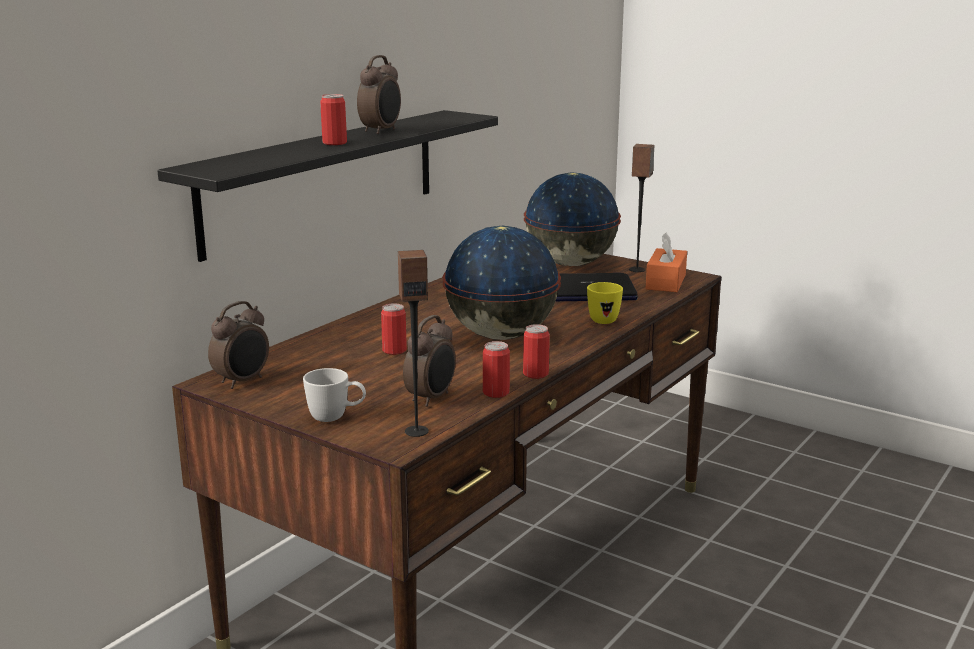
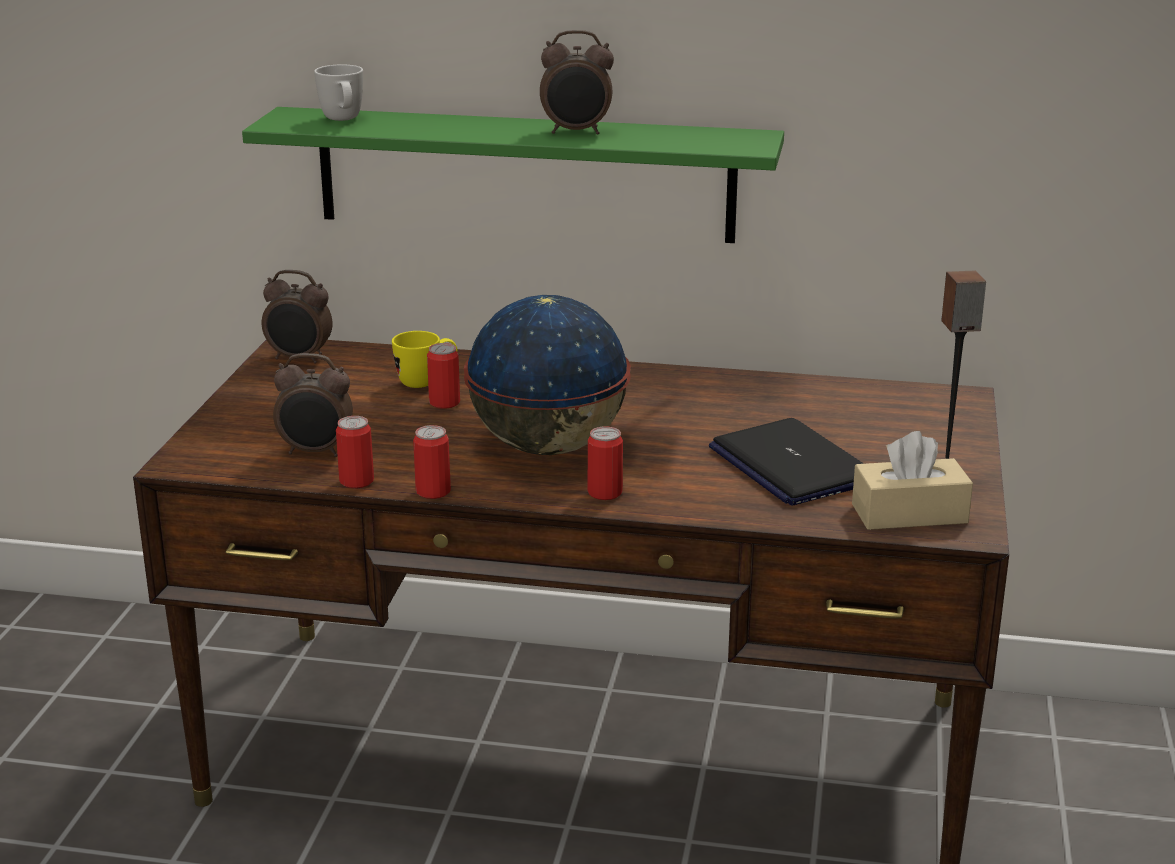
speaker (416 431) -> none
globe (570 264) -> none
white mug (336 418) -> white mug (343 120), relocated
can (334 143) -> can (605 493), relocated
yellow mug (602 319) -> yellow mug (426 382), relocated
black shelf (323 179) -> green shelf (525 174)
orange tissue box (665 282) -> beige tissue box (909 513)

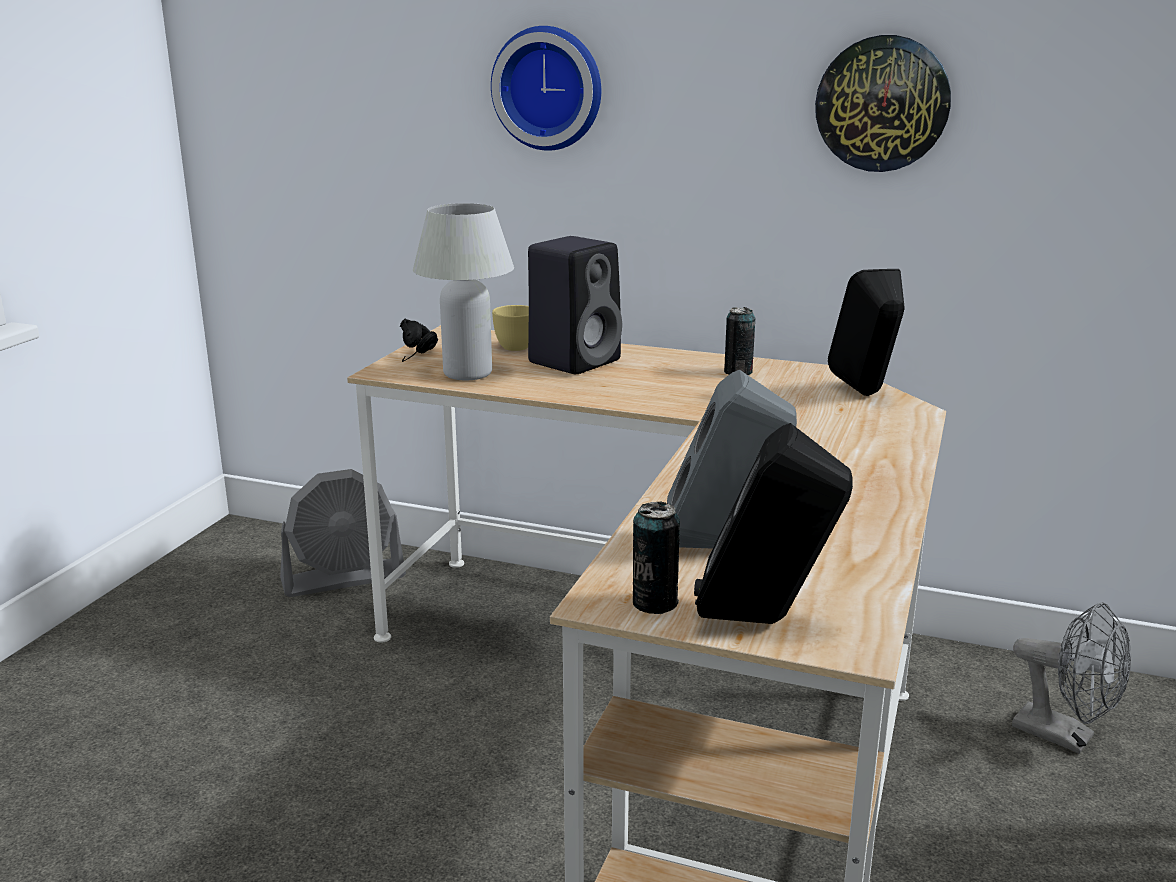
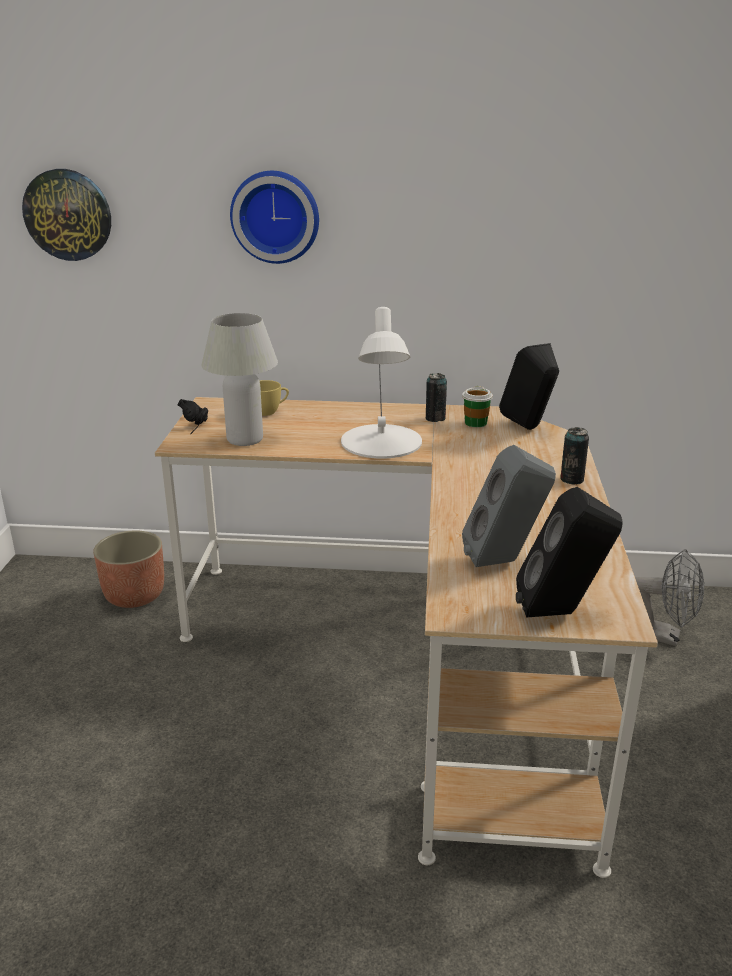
black speaker (576 360) -> none
none -> white table lamp (380 442)
none -> cup (475 423)
can (654 603) -> can (572 479), relocated
wall clock (882 104) -> wall clock (68 215), relocated
grey fan (344 578) -> planter (135 595)

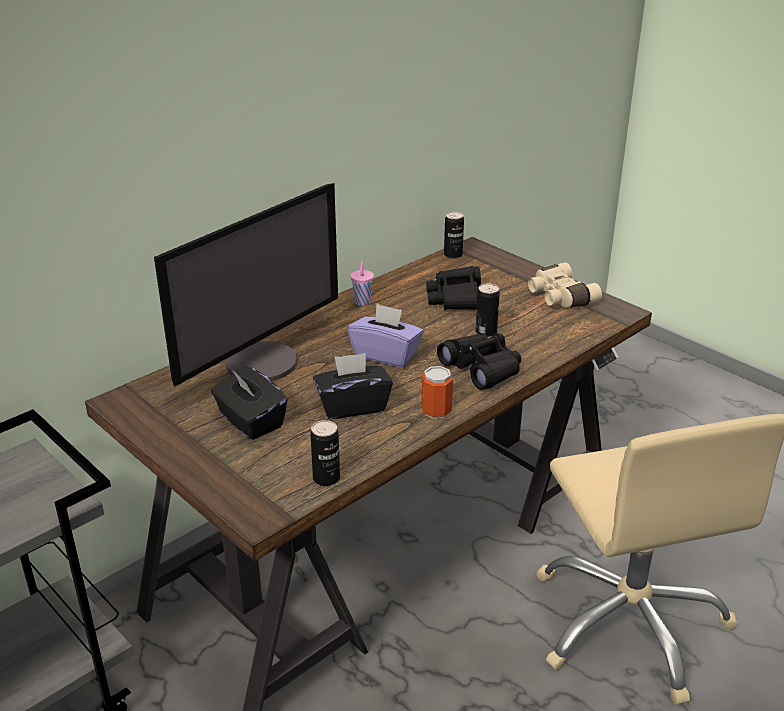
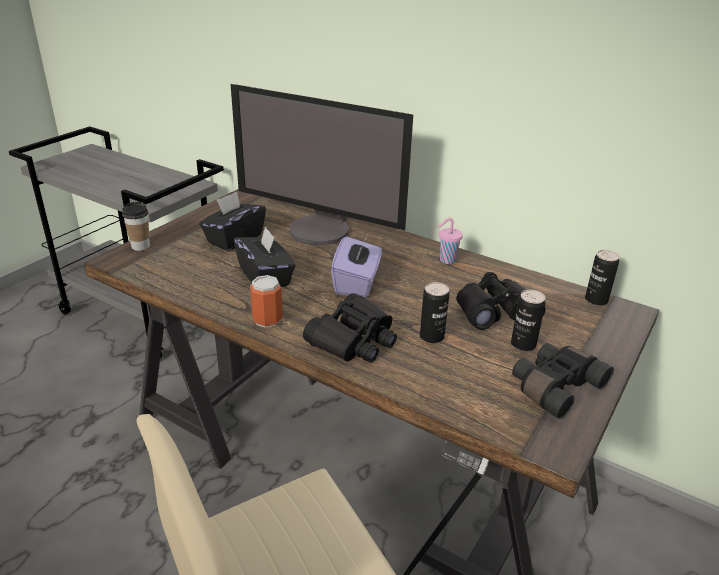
none -> cup (140 246)
can (326 478) -> can (523 344), relocated
beige binoculars (559 297) -> black binoculars (554 387)

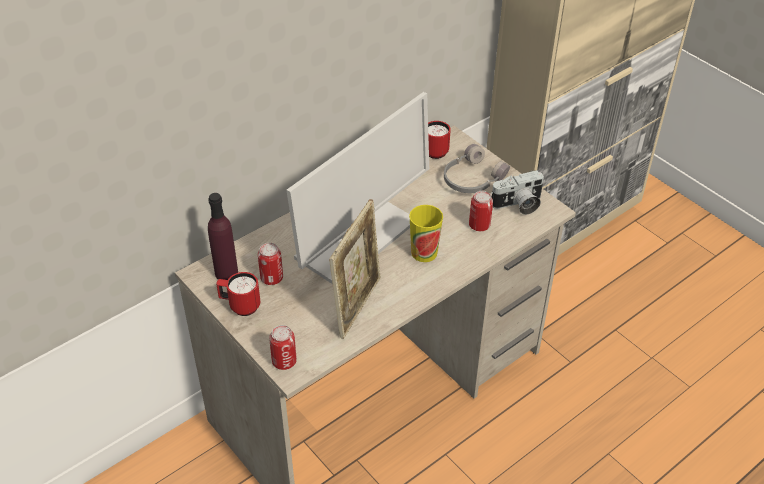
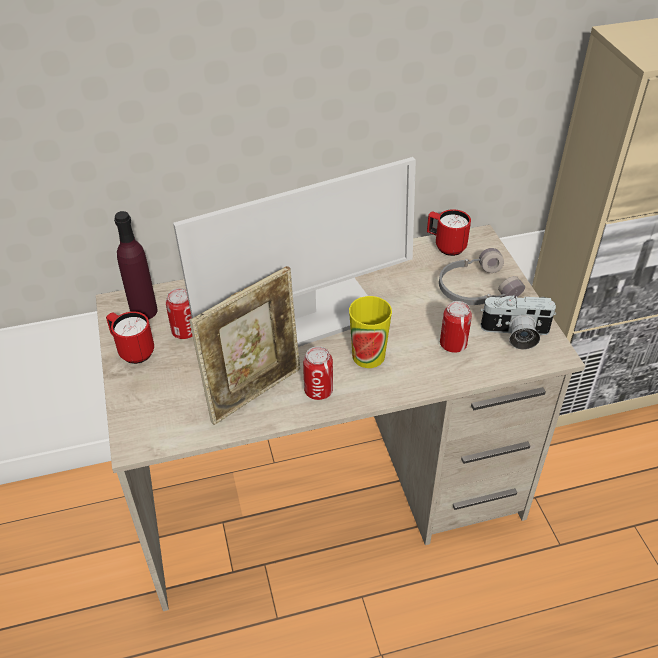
can (284 361) -> can (318 391), relocated

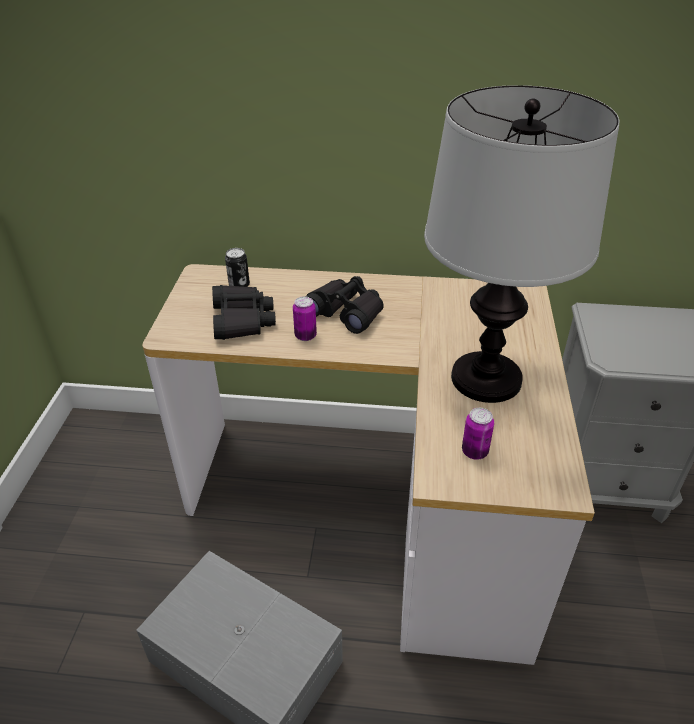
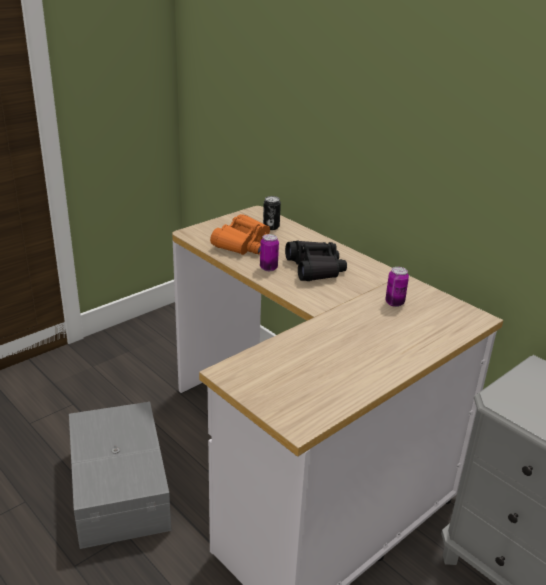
table lamp (485 379) -> none
can (474 452) -> can (394 303), relocated
black binoculars (242 320) -> orange binoculars (244 244)

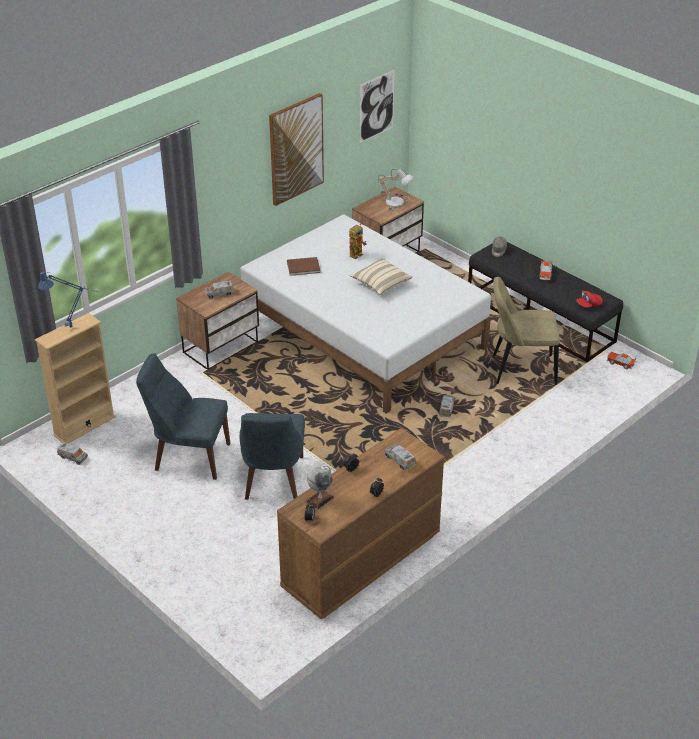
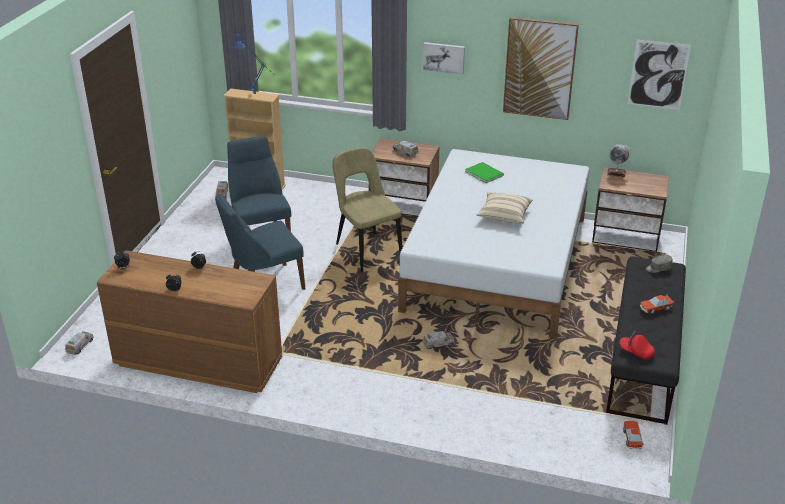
toy robot (357 253) -> none
table lamp (396 201) -> none
none -> picture (444 57)
globe (320 499) -> globe (616 173), relocated
toy truck (400 460) -> toy truck (80 346), relocated
beige chair (520 370) -> beige chair (367 250), relocated
brown book (302 267) -> green book (484 173)

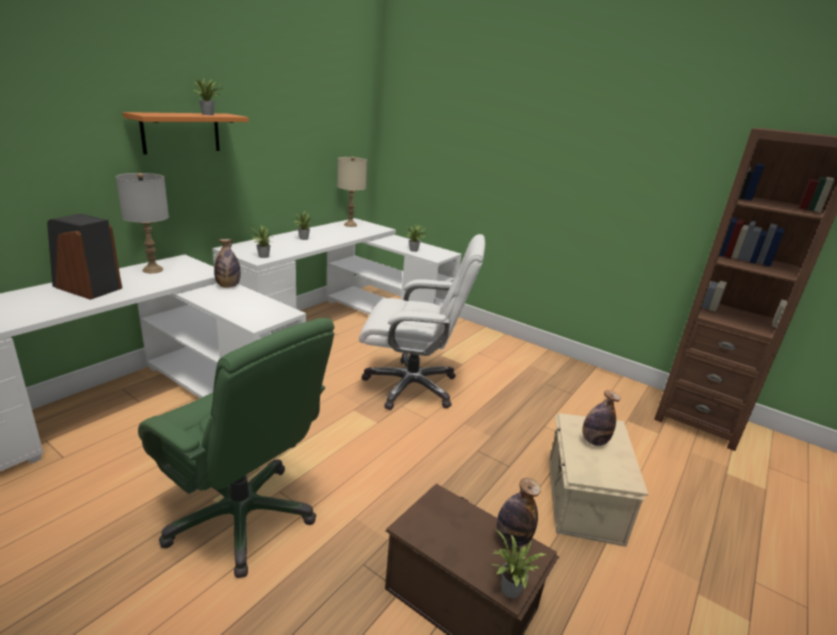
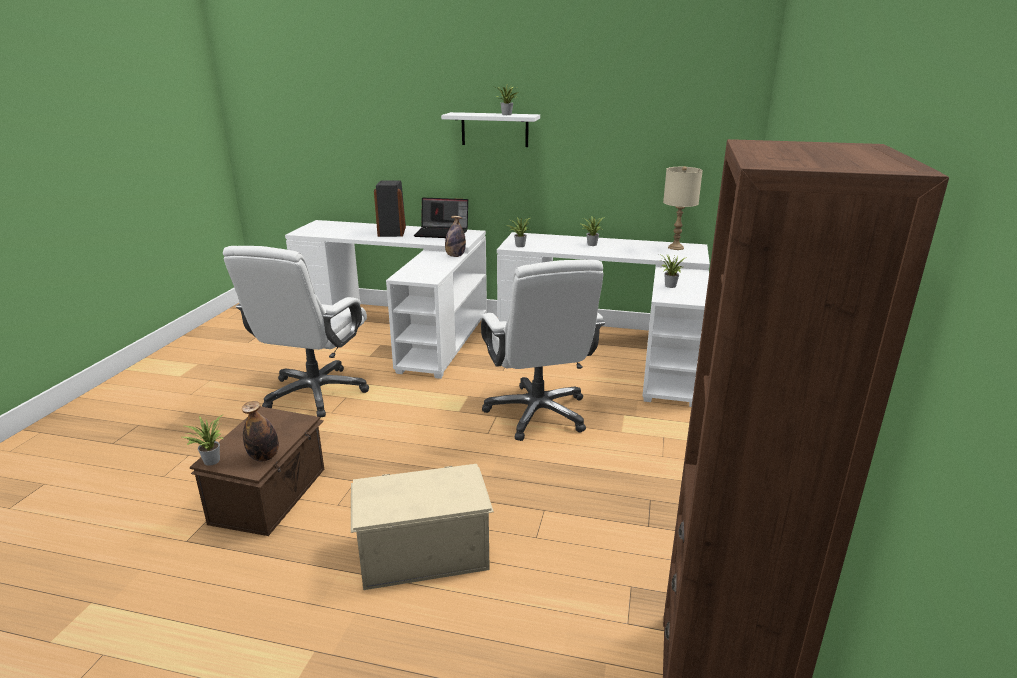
bottle (594 441) -> none
grey table lamp (153 270) -> laptop (442 233)
orange shelf (181 132) -> white shelf (494 129)
green office chair (242 516) -> white office chair (315 393)

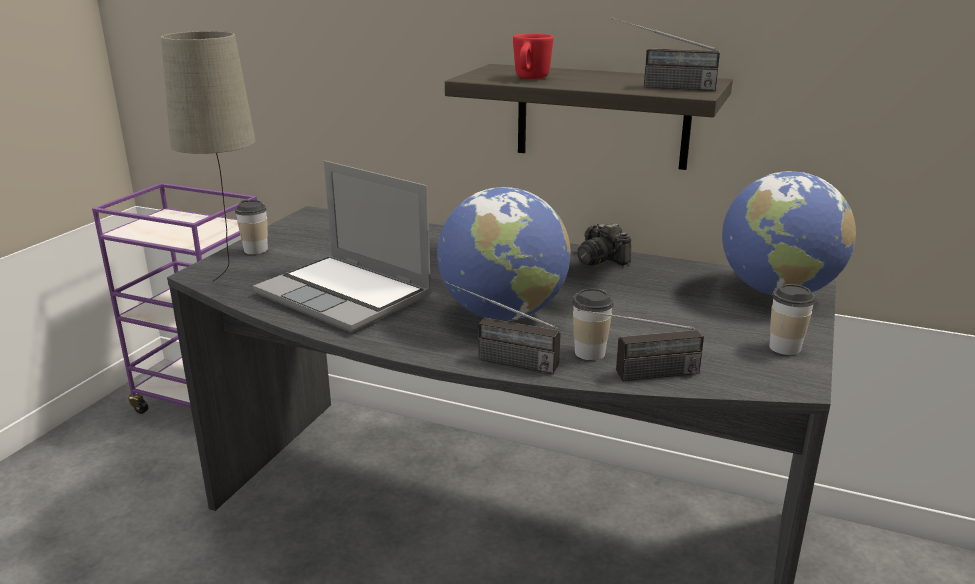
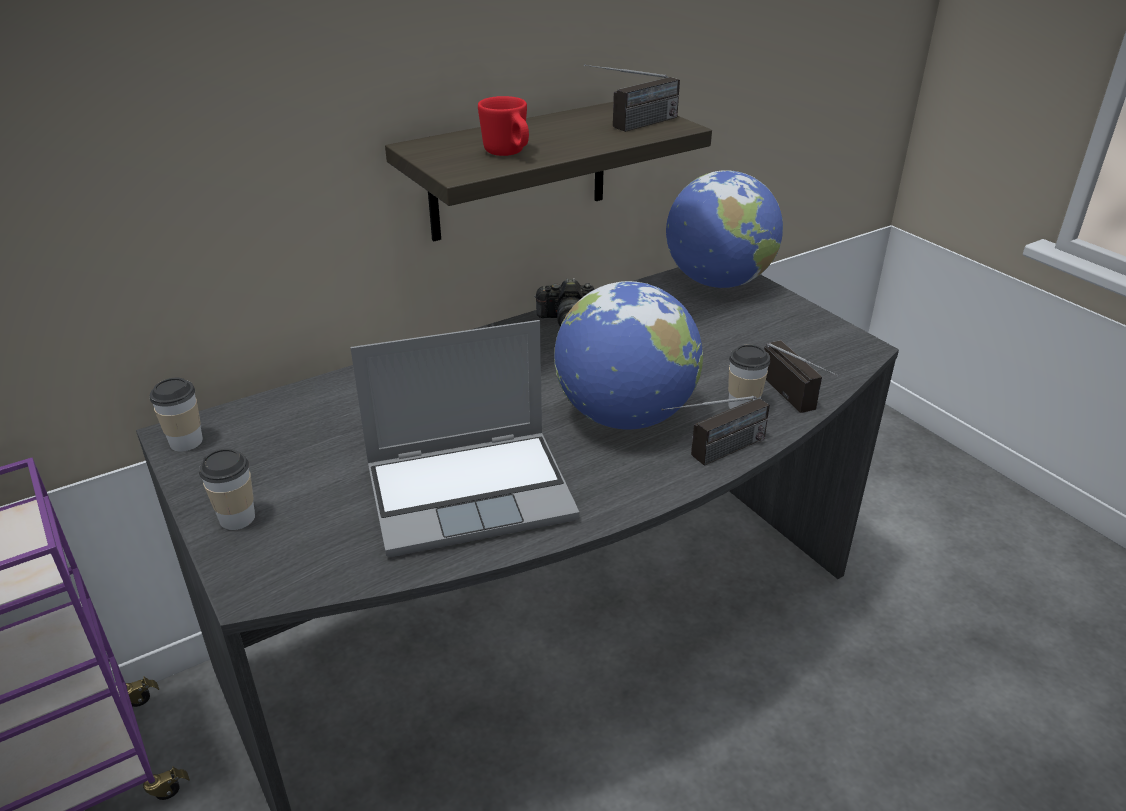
beige table lamp (233 278) -> none
cup (785 347) -> cup (186 441), relocated
radio (637 375) -> radio (800 402), 45 degrees counterclockwise

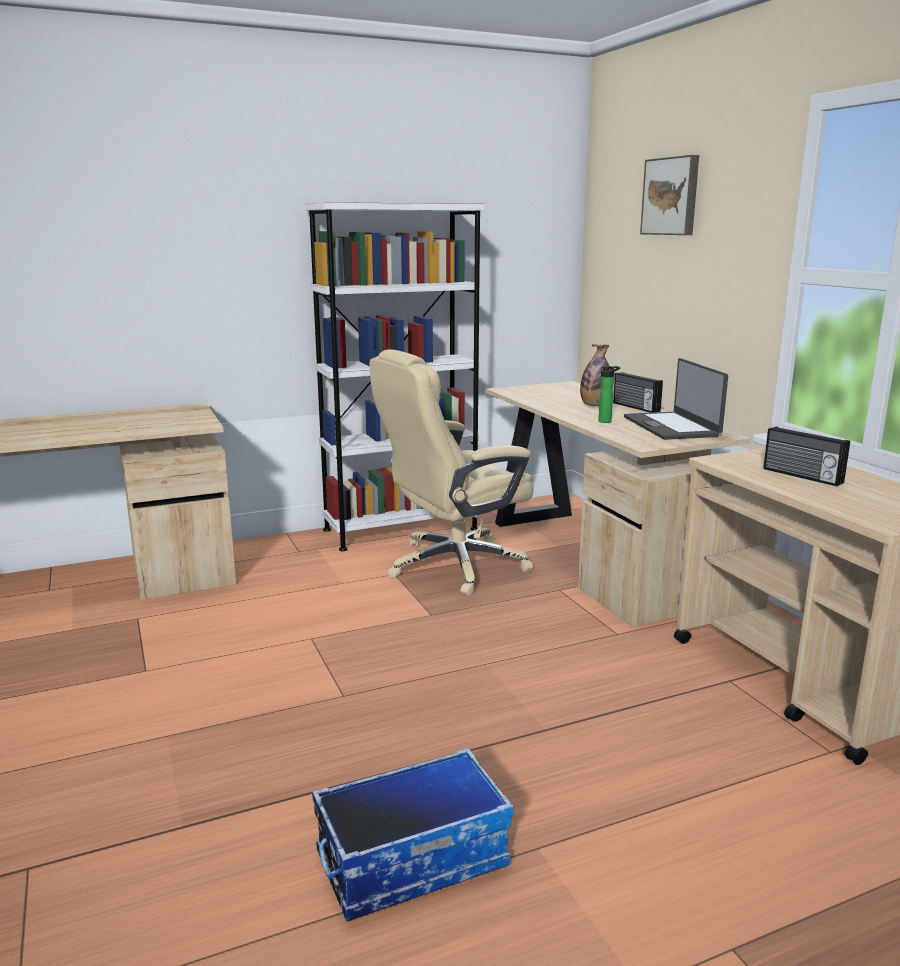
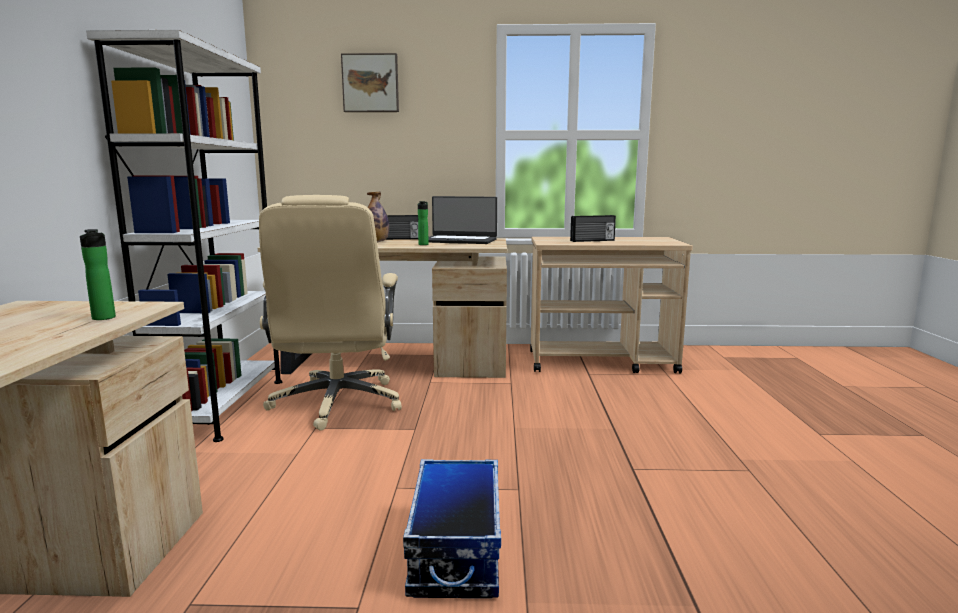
none -> bottle (104 318)
storage box (412 859) -> storage box (454 550), relocated

